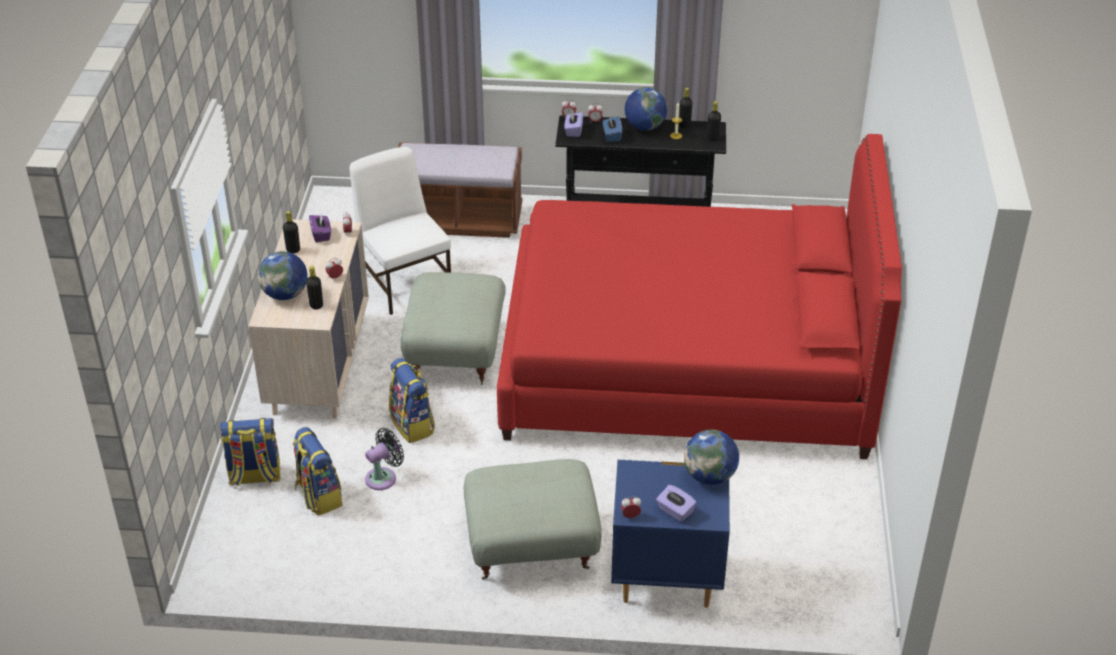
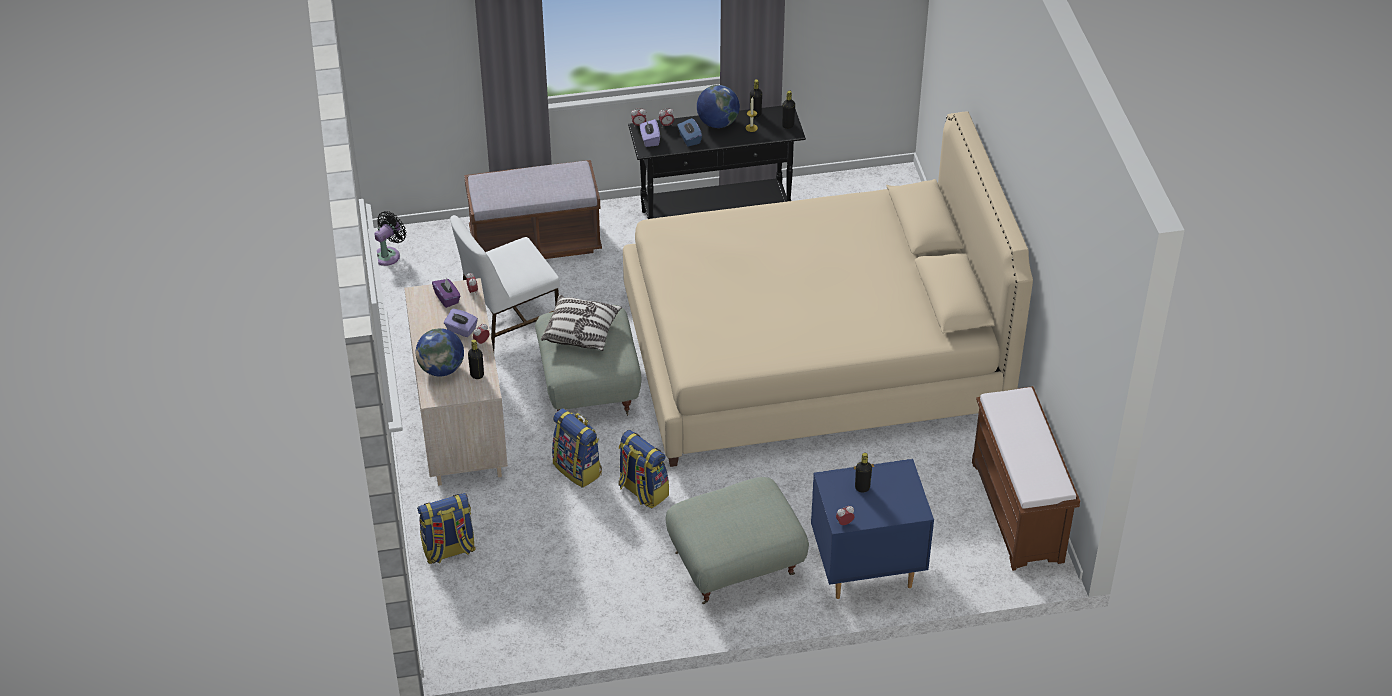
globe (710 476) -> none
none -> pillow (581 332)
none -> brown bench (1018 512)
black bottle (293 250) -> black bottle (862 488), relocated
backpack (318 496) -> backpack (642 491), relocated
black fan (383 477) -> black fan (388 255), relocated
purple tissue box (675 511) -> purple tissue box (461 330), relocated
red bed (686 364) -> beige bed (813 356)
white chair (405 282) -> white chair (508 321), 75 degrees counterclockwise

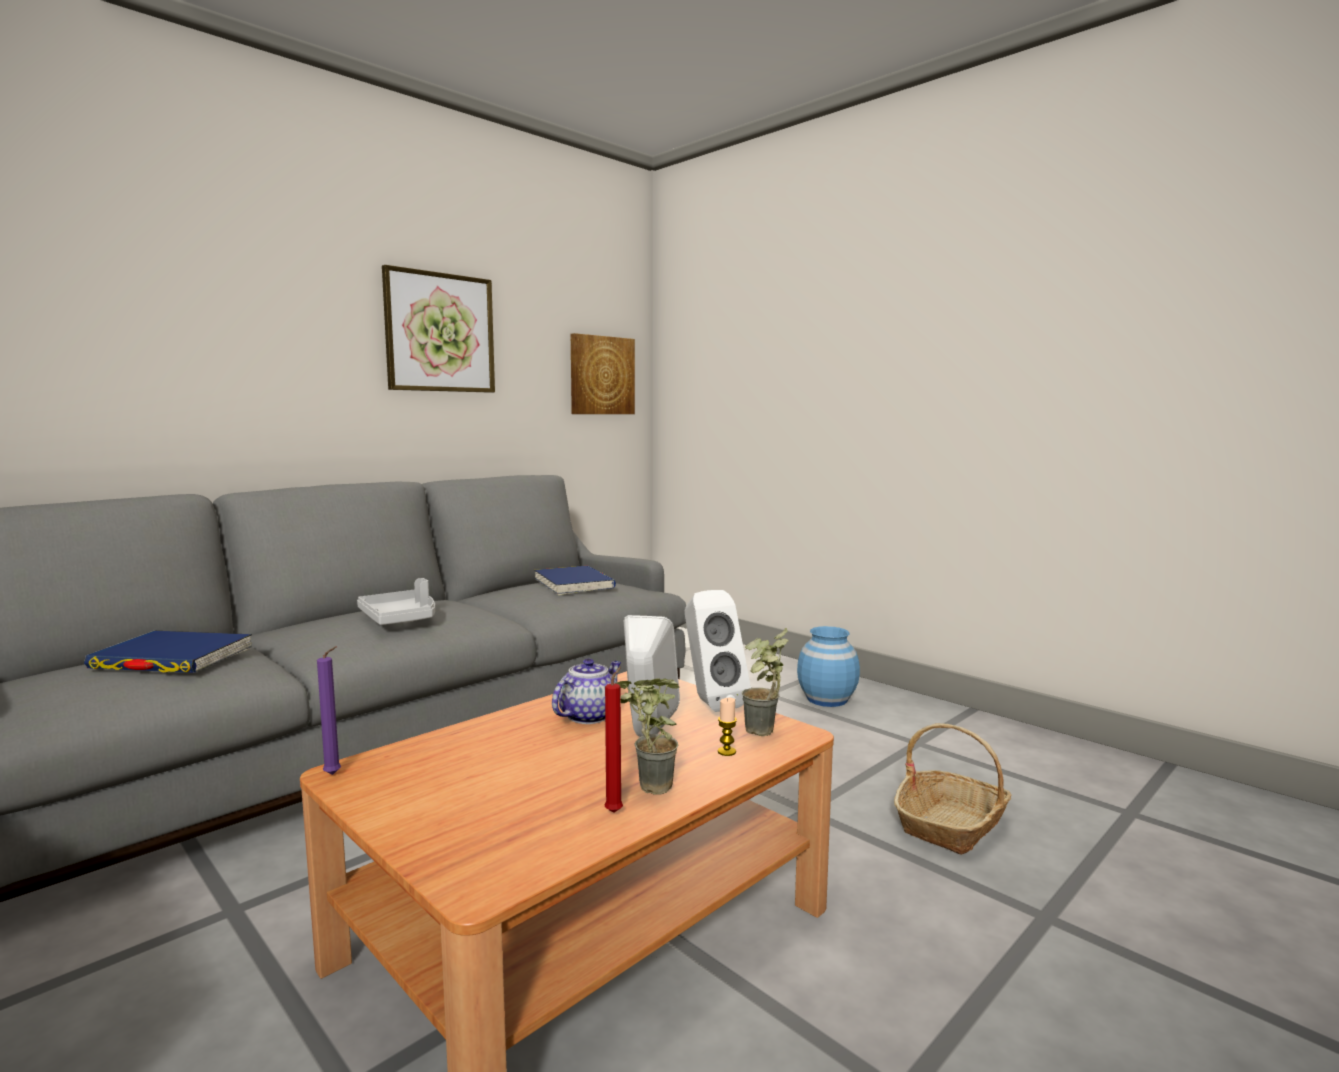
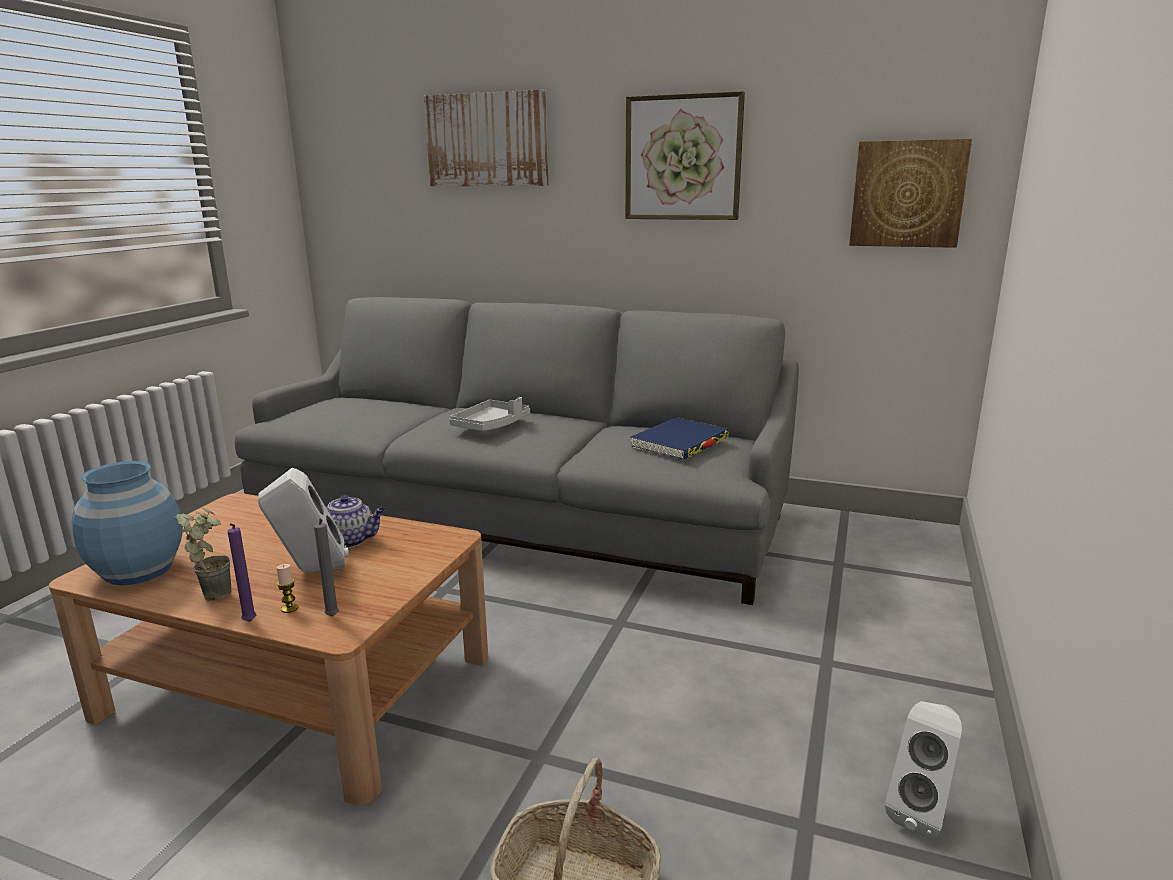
blue book (172 659) -> none
red candle (615 811) -> none
none -> picture (487 140)
purple candle (335 775) -> purple candle (249 623), relocated
white speaker (710 703) -> white speaker (921 812), relocated
blue vase (826 699) -> blue vase (139 570), relocated
potted plant (763 735) -> grey candle (332 617)

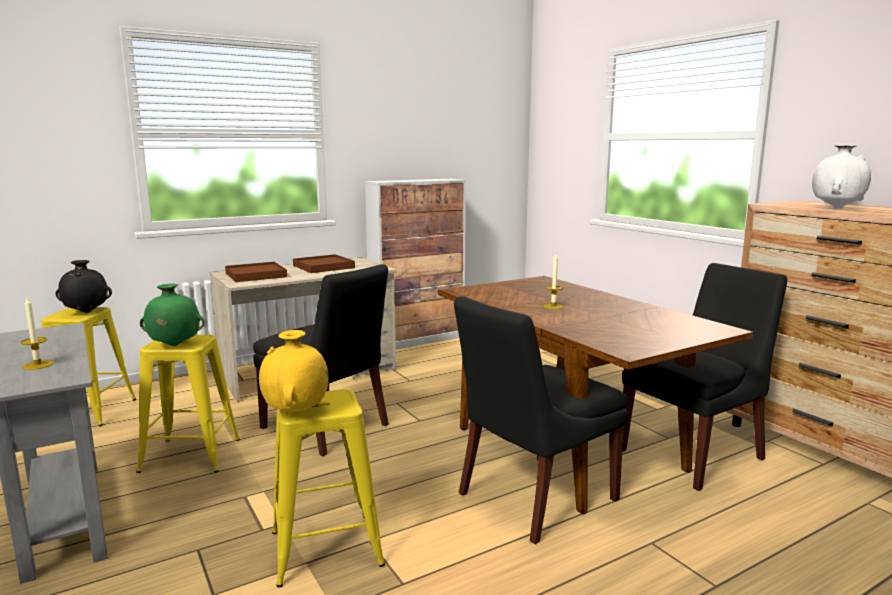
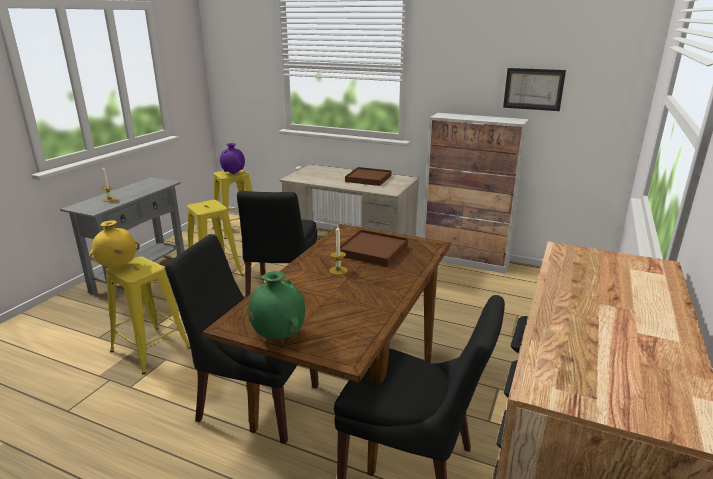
white vase (836 208) -> none
none -> picture (533 89)
green vase (174 346) -> green vase (278 336), relocated
brown tray (256 275) -> brown tray (373 250), relocated
black vase (87 312) -> purple vase (233 174)

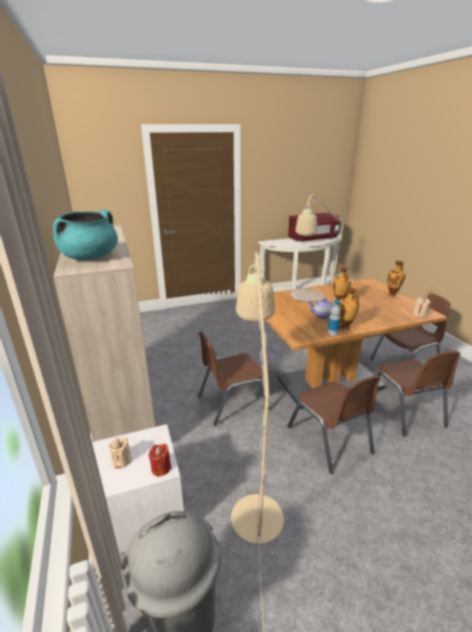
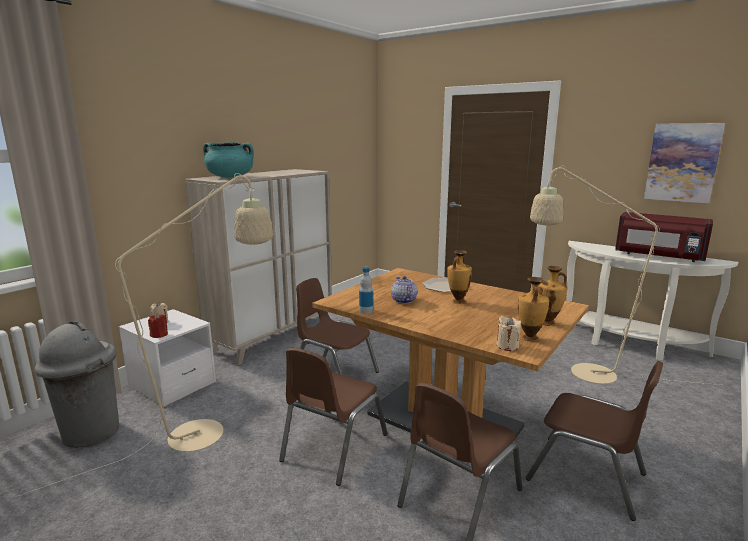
none -> picture (682 162)
vase (345 327) -> vase (529 338), relocated

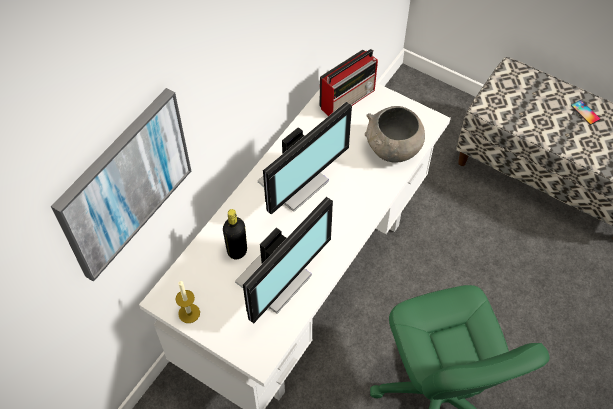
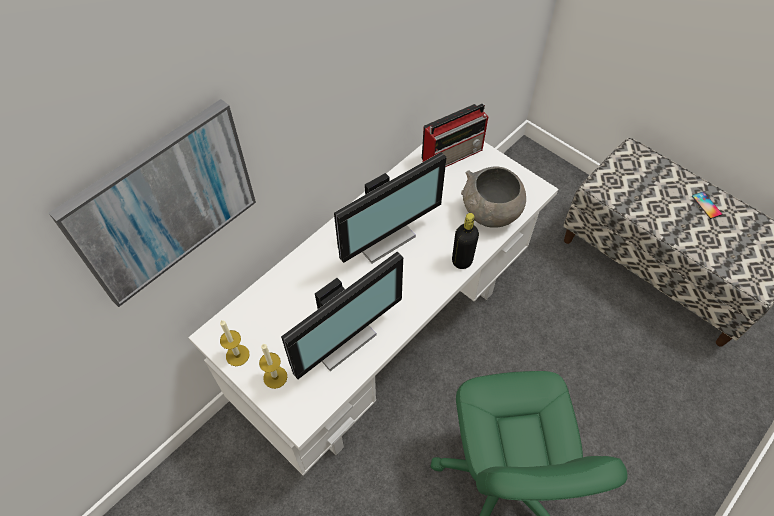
none -> candle (275 377)
black bottle (237 251) -> black bottle (462 260), relocated

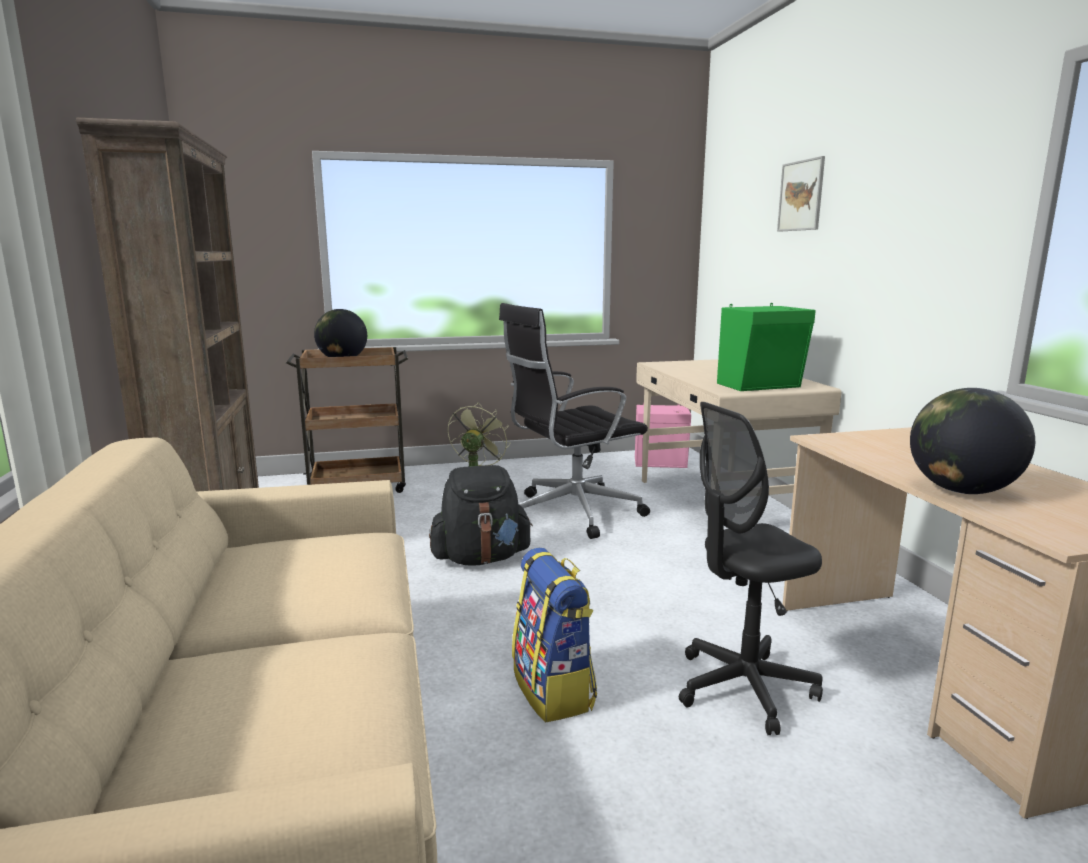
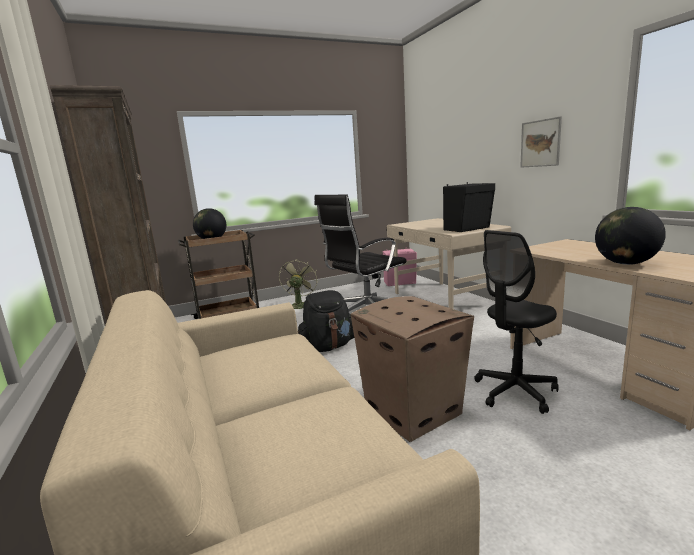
picture (801 195) -> picture (540 143), relocated
backpack (554 690) -> cardboard box (413 411)
green speaker (761 386) -> black speaker (468 228)

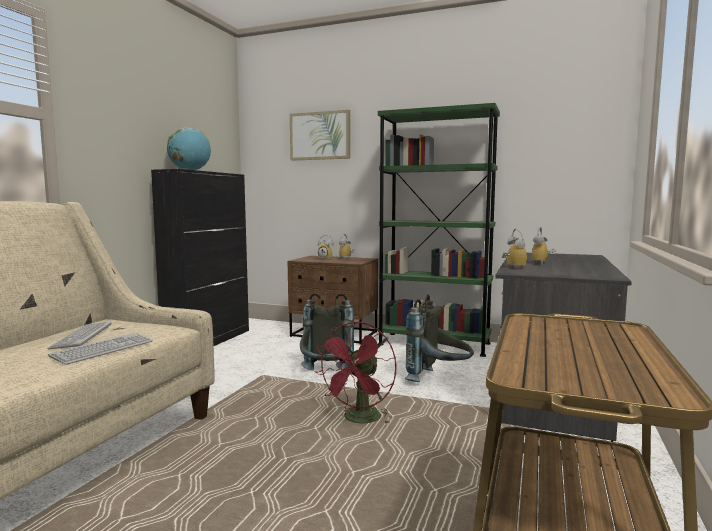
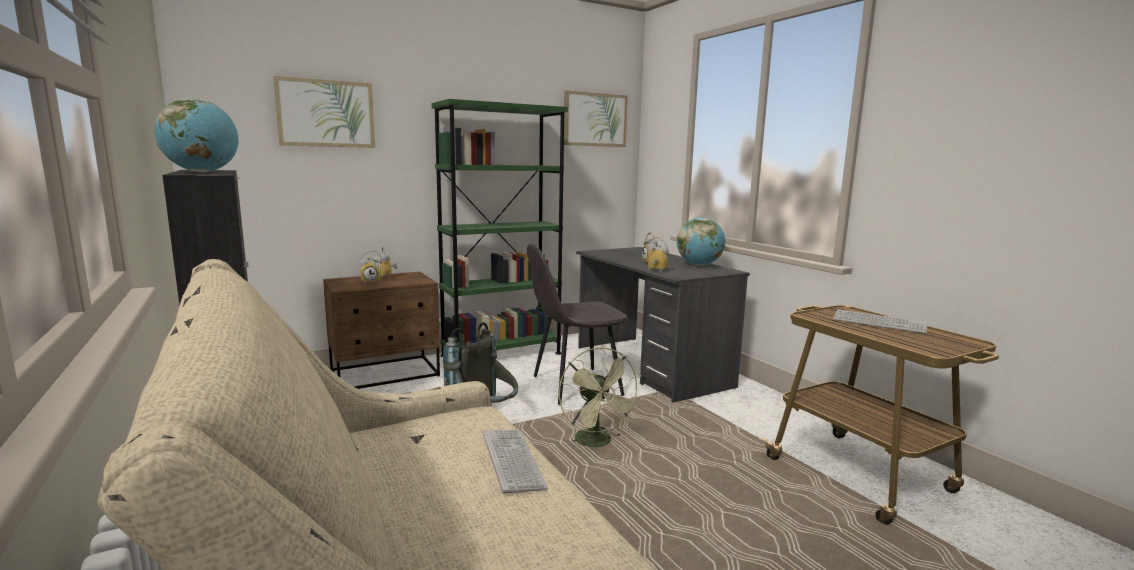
none -> picture (595 119)
none -> globe (699 265)
keyboard (82 336) -> keyboard (879 323), relocated
grey backpack (439 380) -> grey chair (574 386)
red fan (359 420) -> green fan (598 443)

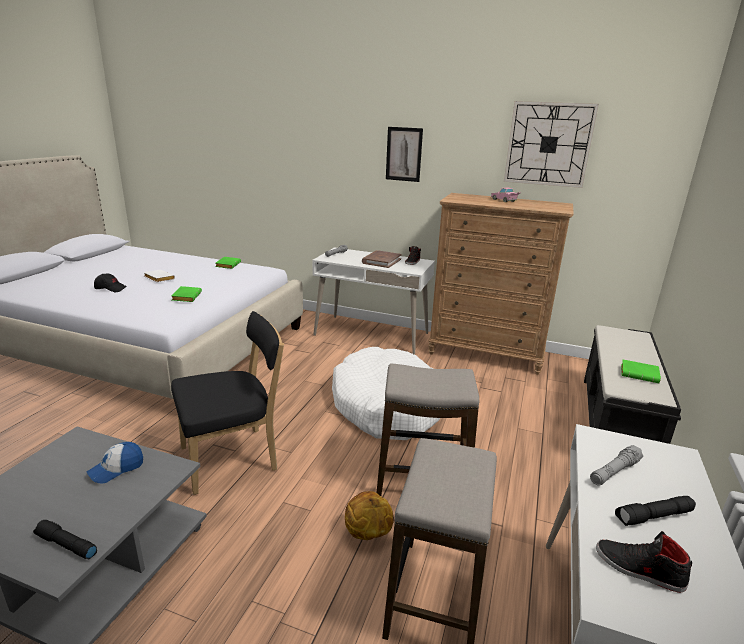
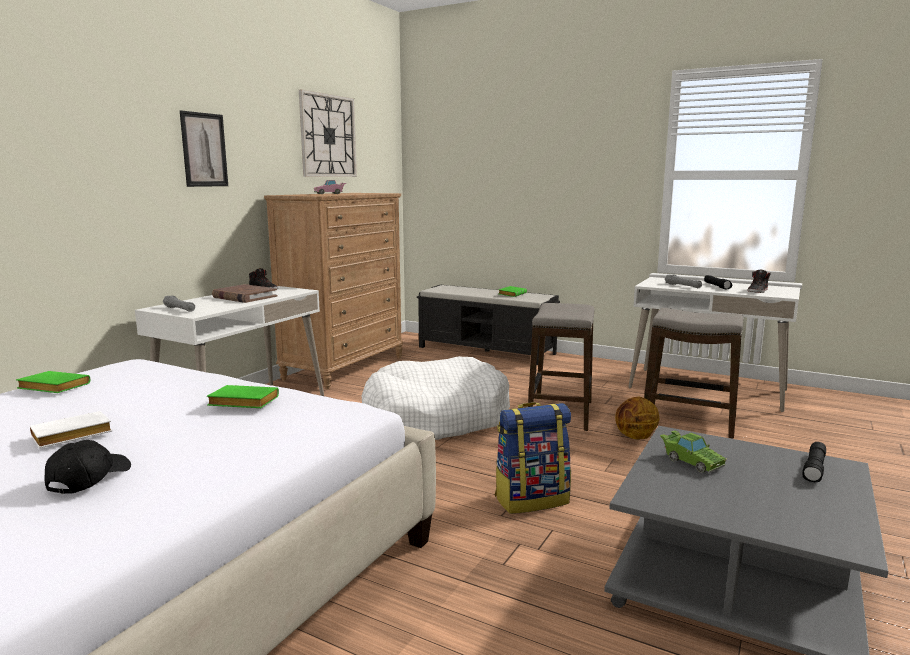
cap (116 469) -> green toy car (690 462)
black chair (234 458) -> backpack (531 499)

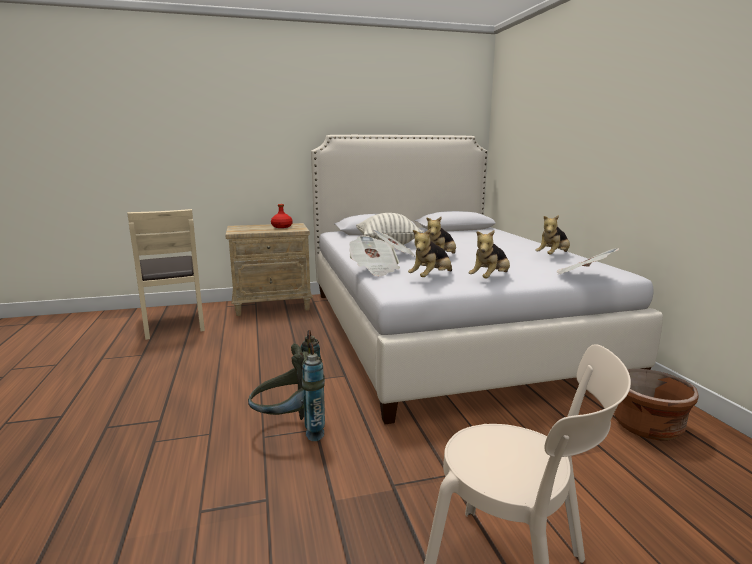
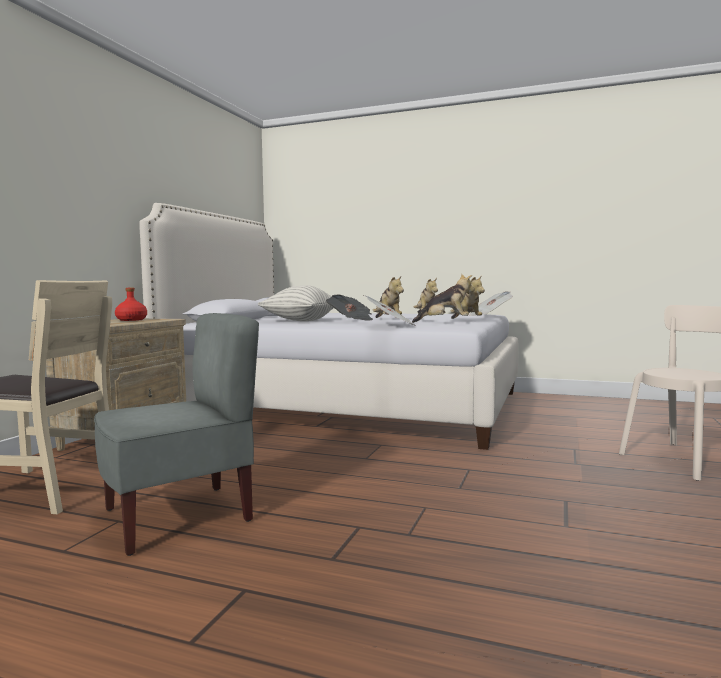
grey backpack (291 429) -> none
brown planter (647 427) -> none
none -> grey chair (179 516)
plush toy (431 278) -> plush toy (445 322), 75 degrees counterclockwise

